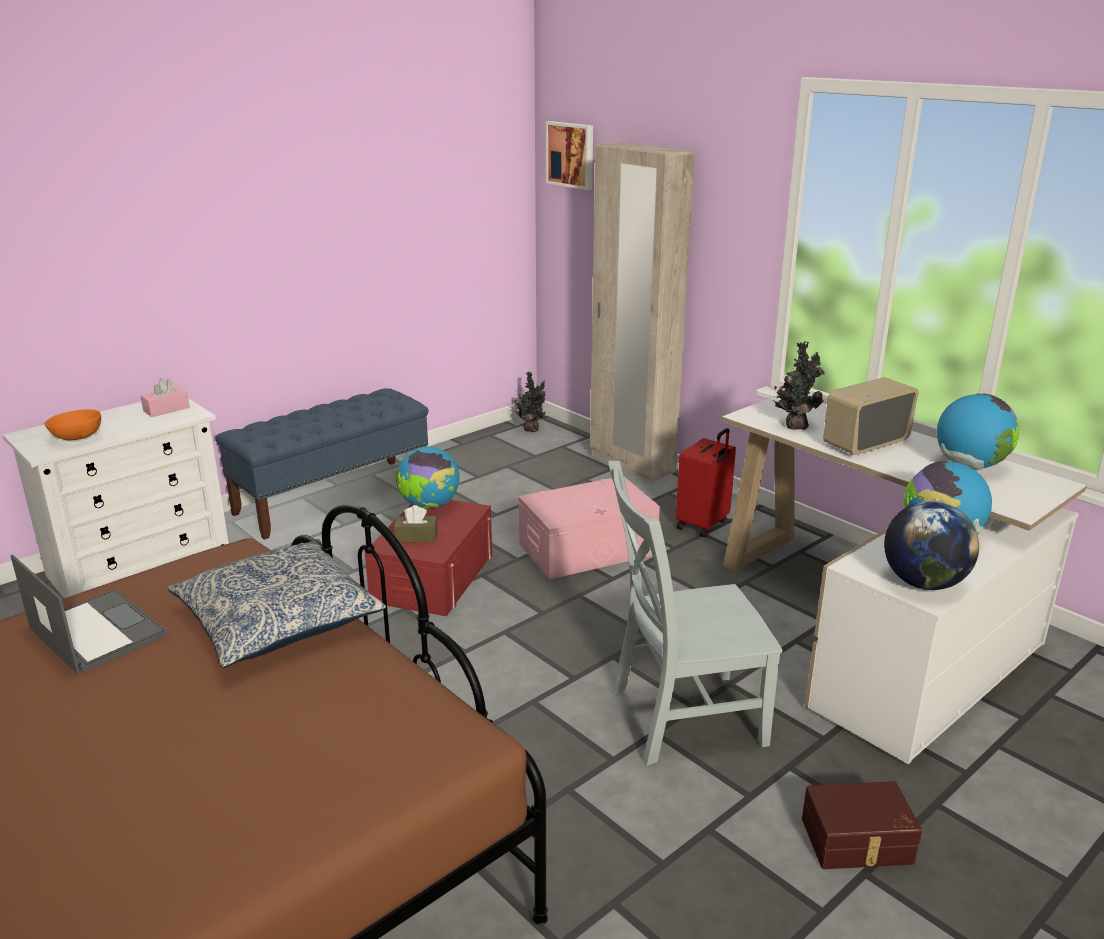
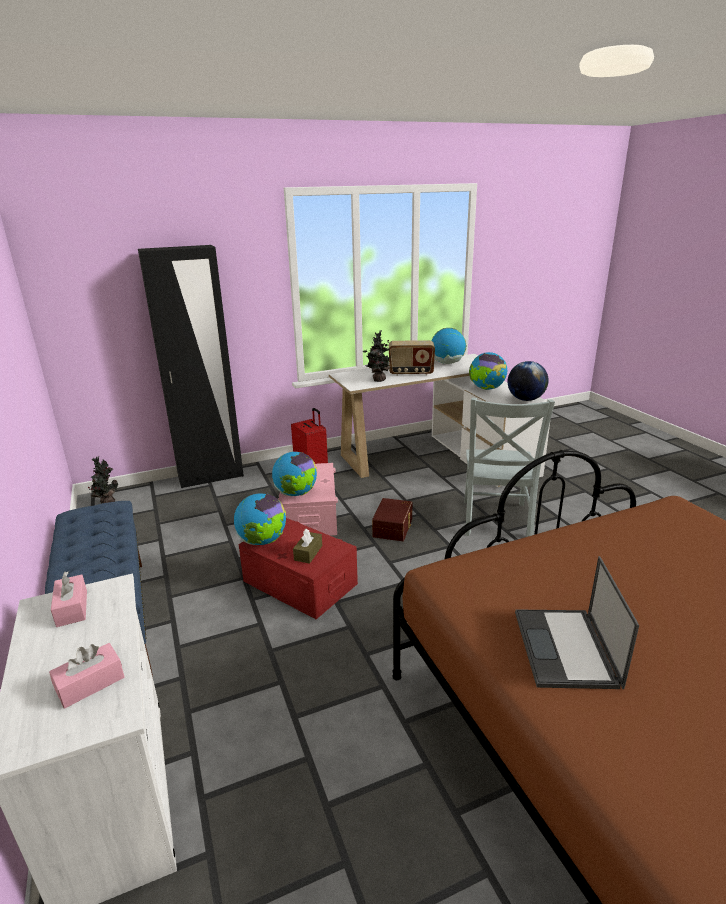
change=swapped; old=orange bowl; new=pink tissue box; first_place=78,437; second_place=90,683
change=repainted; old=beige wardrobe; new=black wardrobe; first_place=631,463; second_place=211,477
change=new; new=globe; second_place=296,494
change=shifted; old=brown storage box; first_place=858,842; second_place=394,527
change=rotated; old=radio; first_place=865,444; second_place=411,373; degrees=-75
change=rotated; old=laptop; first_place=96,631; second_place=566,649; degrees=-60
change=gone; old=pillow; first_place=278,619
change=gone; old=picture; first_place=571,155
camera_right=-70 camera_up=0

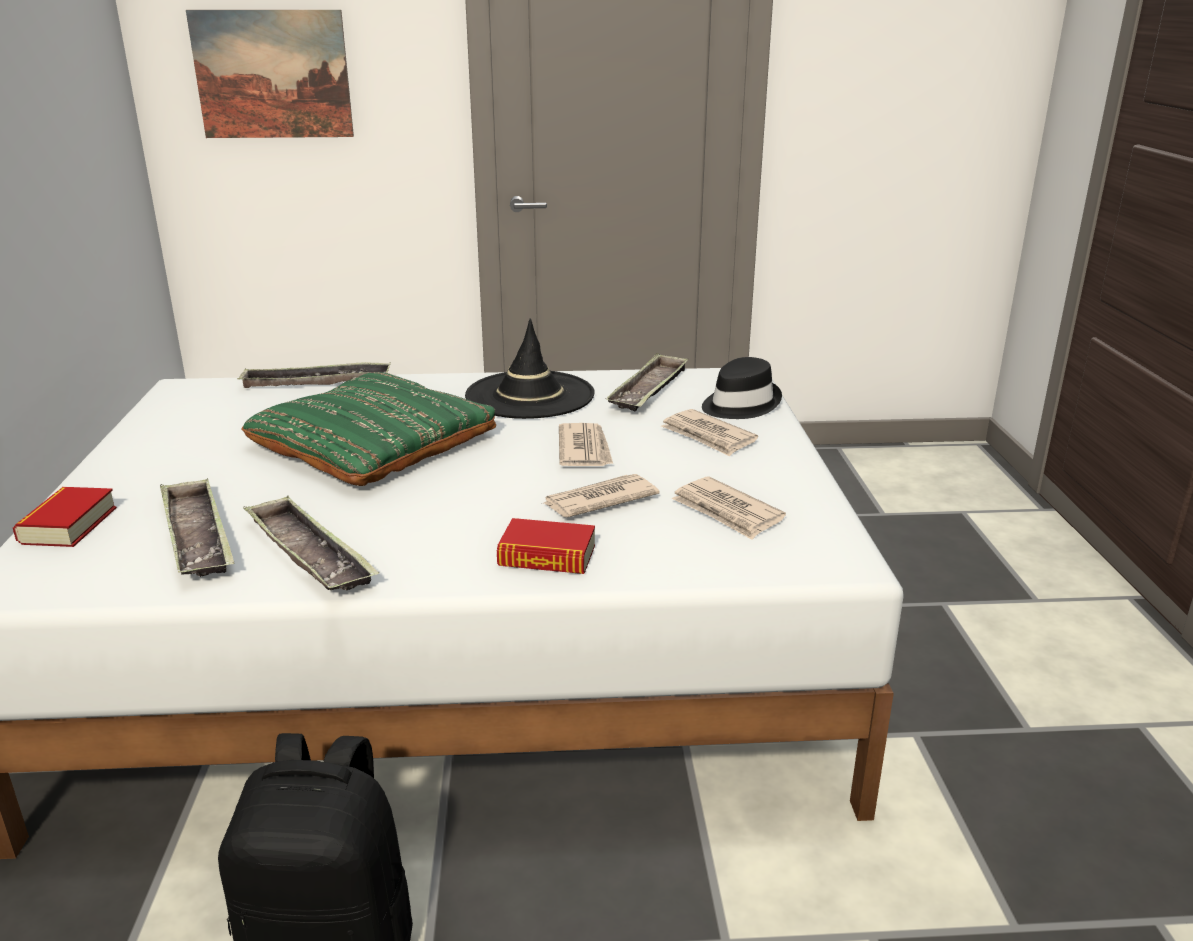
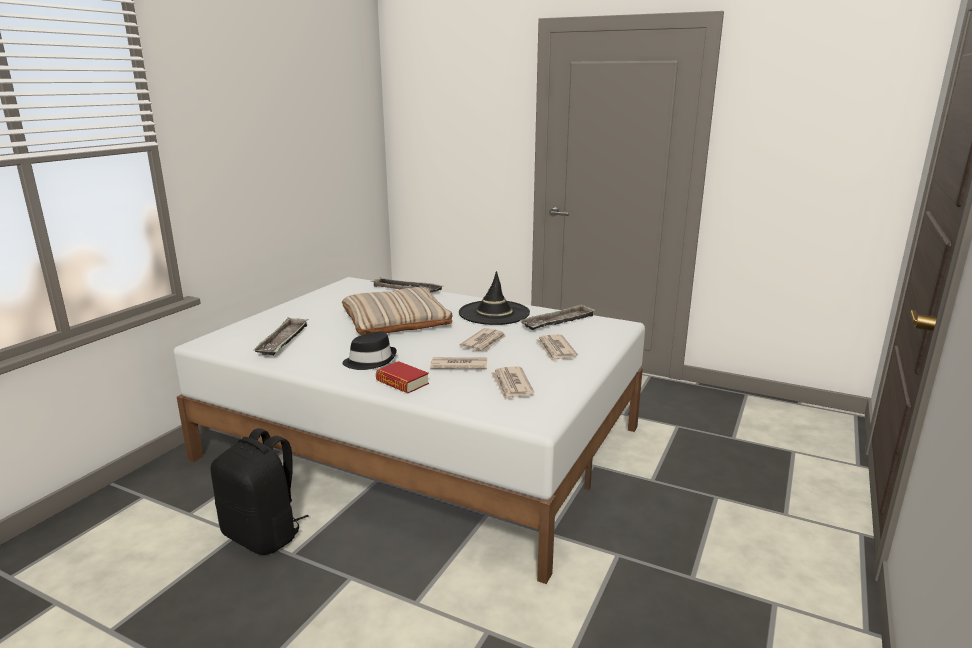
change=repainted; old=green pillow; new=beige pillow; first_place=373,442; second_place=396,319
change=shifted; old=black hat; first_place=739,404; second_place=370,360
change=gone; old=book; first_place=68,525
change=gone; old=picture; first_place=272,75
change=gone; old=tray; first_place=309,554
camera_right=30 camera_up=-5

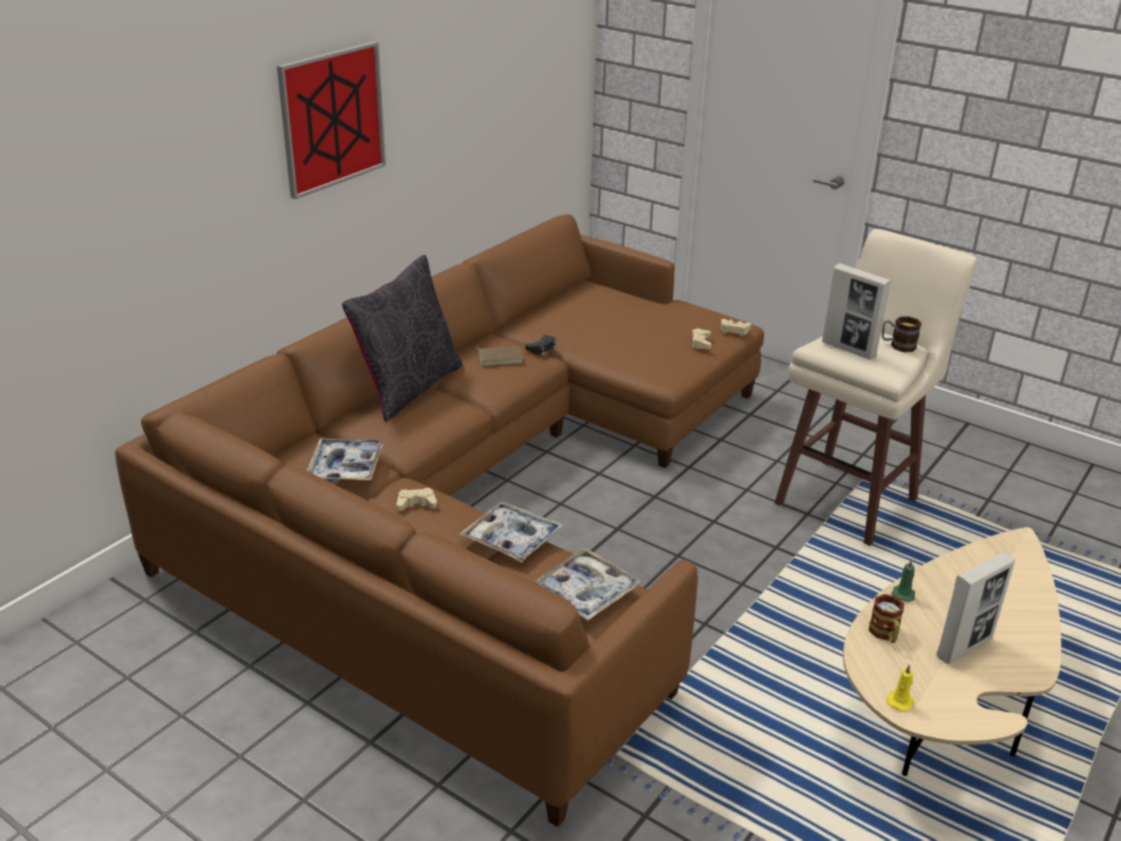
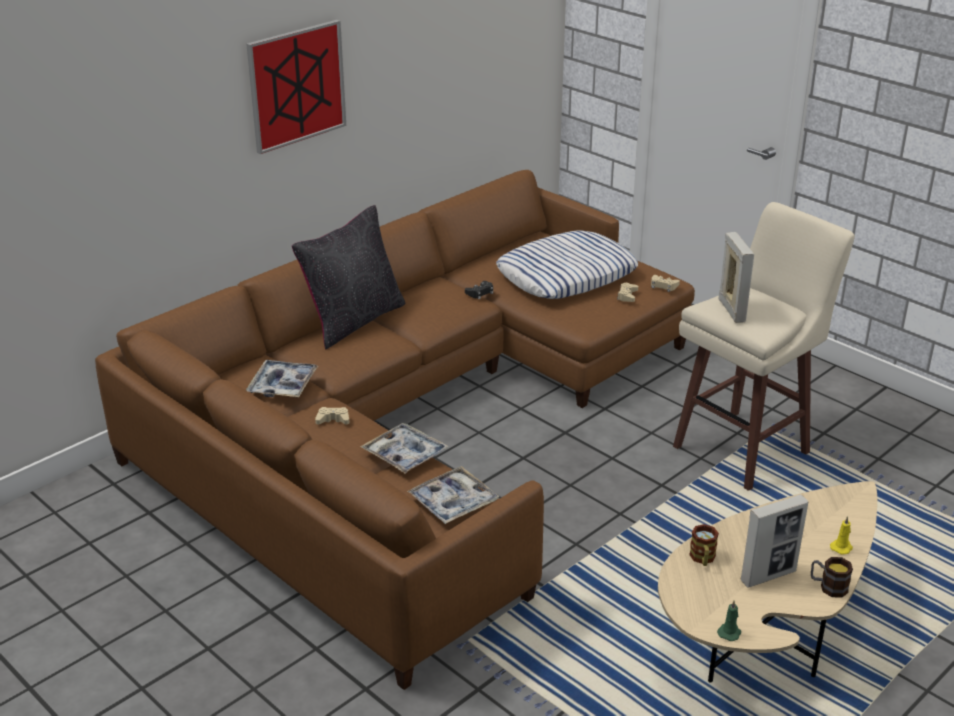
change=new; new=pillow; second_place=566,274
change=shifted; old=green candle; first_place=903,594; second_place=729,632
change=rotated; old=picture frame; first_place=848,349; second_place=731,310; degrees=-150
change=shifted; old=mug; first_place=897,345; second_place=828,586
change=shifted; old=yellow candle; first_place=900,701; second_place=841,547
change=gone; old=brown book; first_place=500,357
camera_right=10 camera_up=0

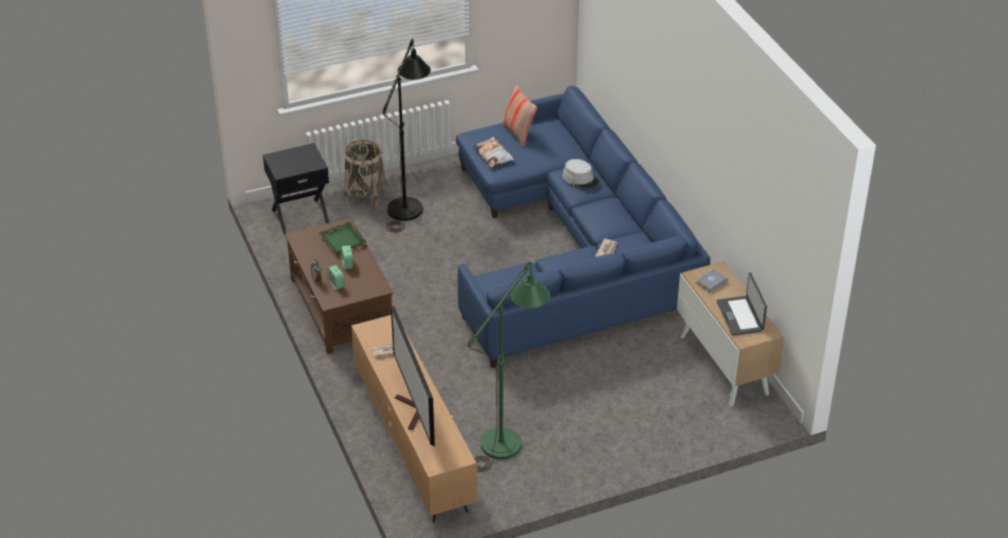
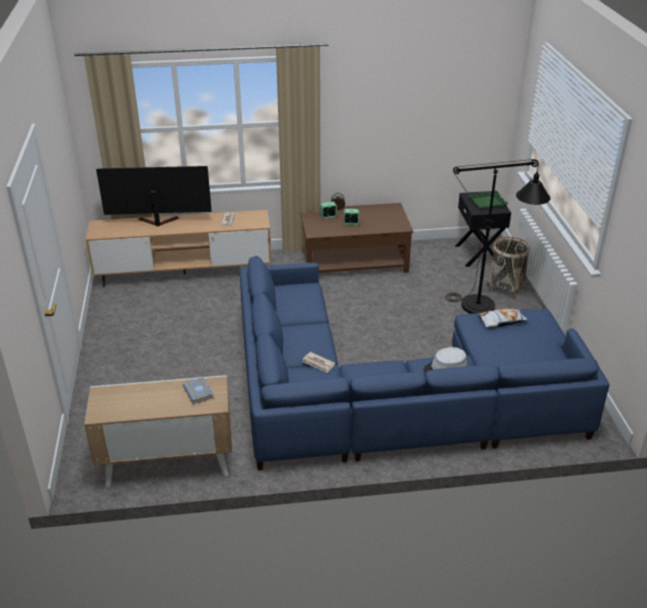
change=shifted; old=green tray; first_place=342,241; second_place=487,202
change=gone; old=green floor lamp; first_place=508,437
change=gone; old=pillow; first_place=518,133
change=gone; old=laptop; first_place=740,316
camera_right=105 camera_up=-5

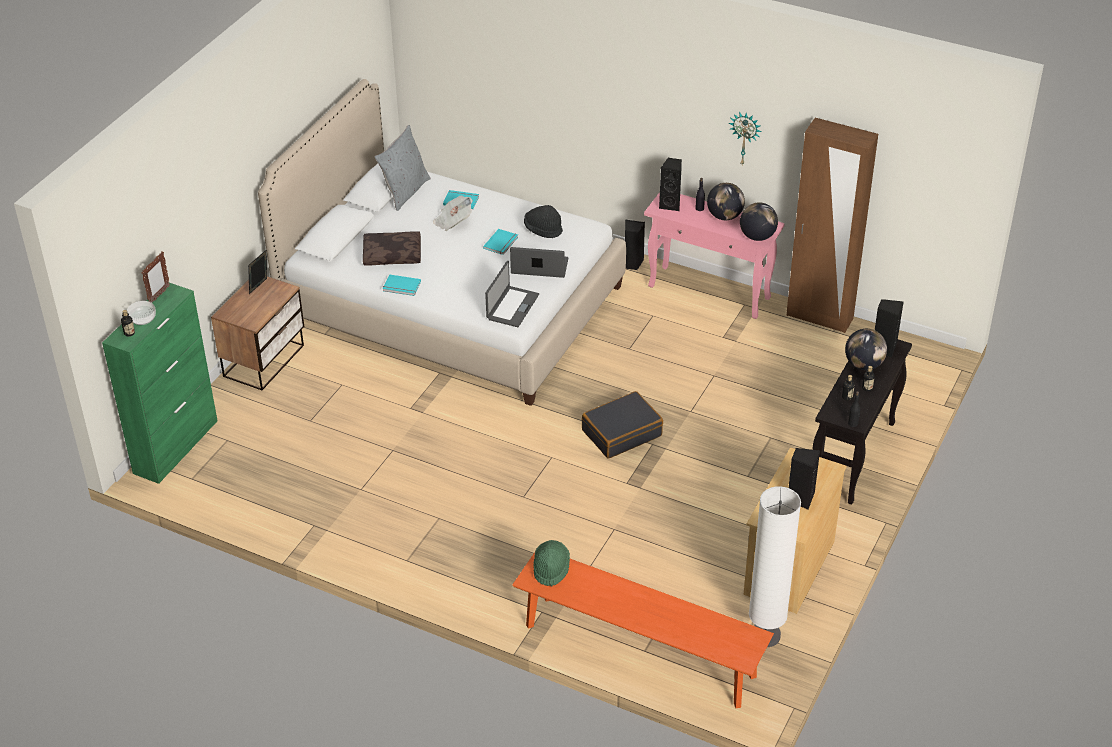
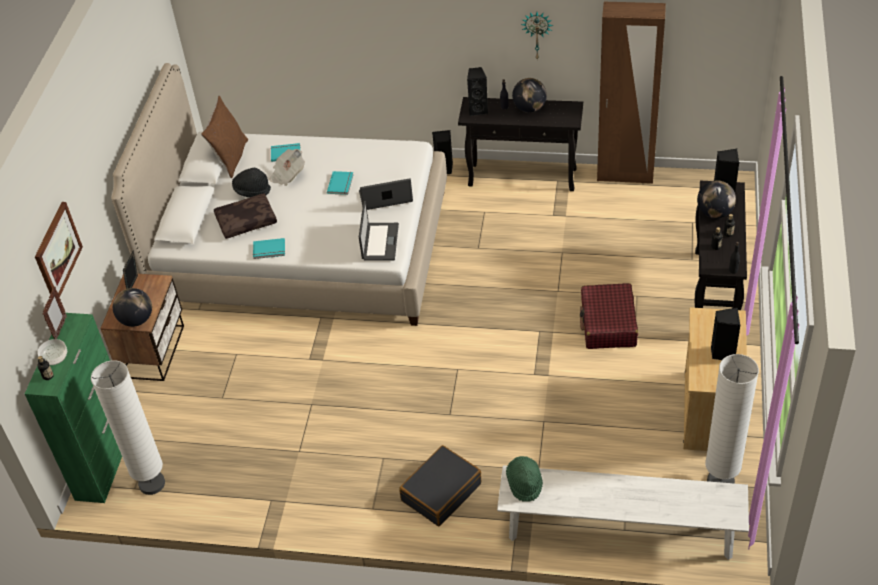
change=new; new=picture; second_place=57,251
change=new; new=white floor lamp; second_place=152,484
change=shifted; old=globe; first_place=757,237; second_place=136,320
change=repainted; old=grey pillow; new=brown pillow; first_place=405,192; second_place=230,158
change=shifted; old=black hat; first_place=543,230; second_place=252,191
change=shifted; old=black suitcase; first_place=621,433; second_place=441,492
change=repainted; old=pink console table; new=black console table; first_place=710,292; second_place=523,177
change=repainted; old=orange bench; new=white bench; first_place=639,651; second_place=620,531
change=new; new=red suitcase; second_place=608,324
camera_right=-15 camera_up=5

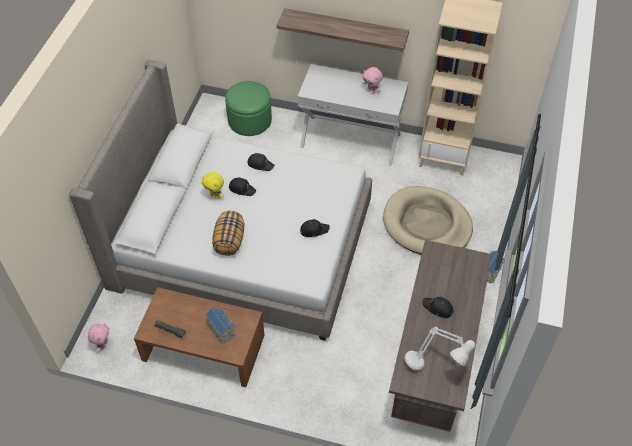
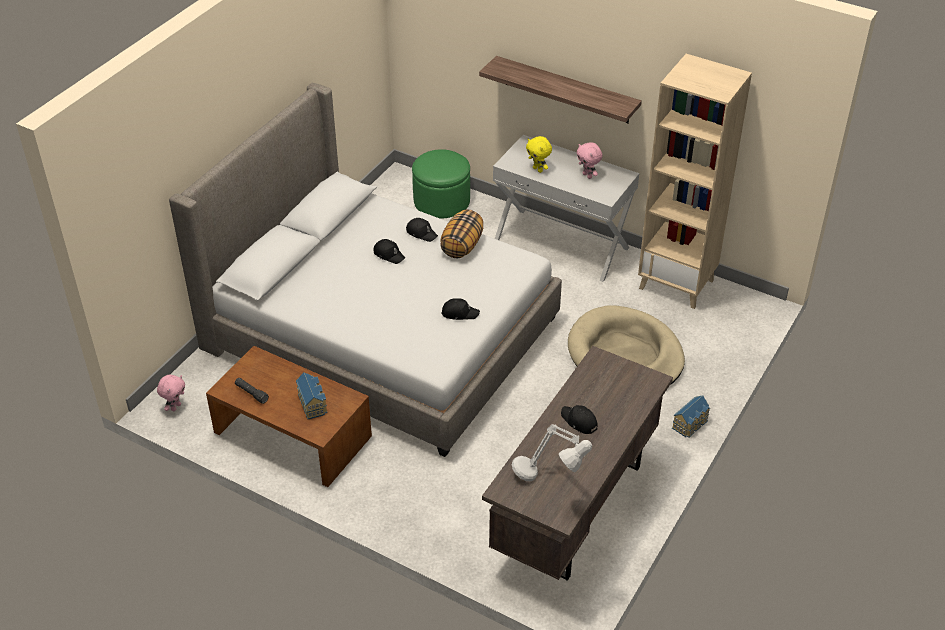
change=shifted; old=pillow; first_place=229,241; second_place=461,246
change=shifted; old=yellow plush toy; first_place=215,196; second_place=538,169
camera_right=15 camera_up=-10

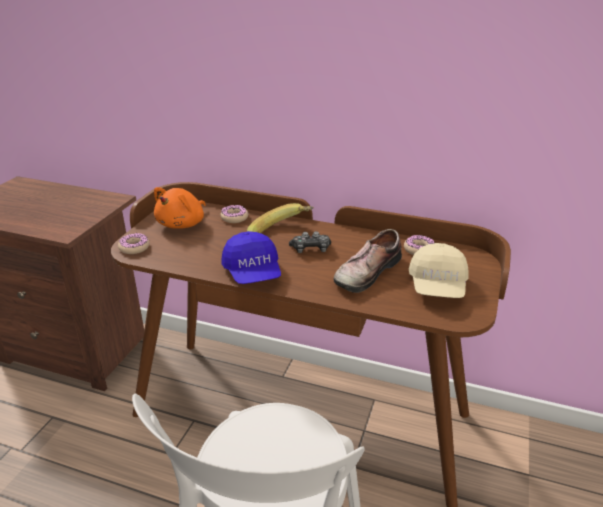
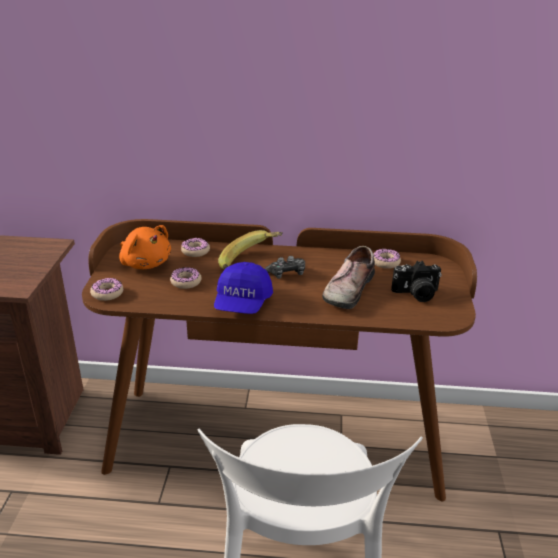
change=rotated; old=orange plush toy; first_place=183,224; second_place=145,263; degrees=-60
change=new; new=donut; second_place=186,282
change=rotated; old=blue cap; first_place=253,273; second_place=242,303; degrees=45
change=swapped; old=beige cap; new=photo camera; first_place=437,287; second_place=416,294
camera_right=-15 camera_up=0

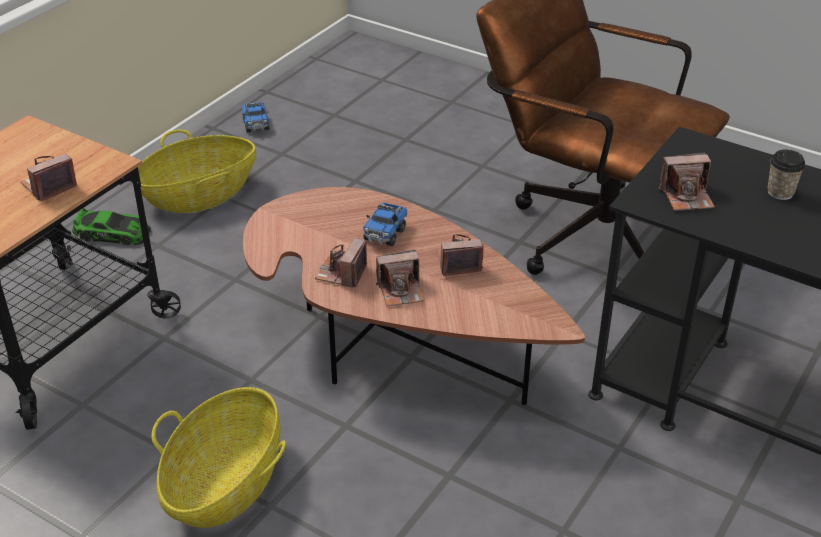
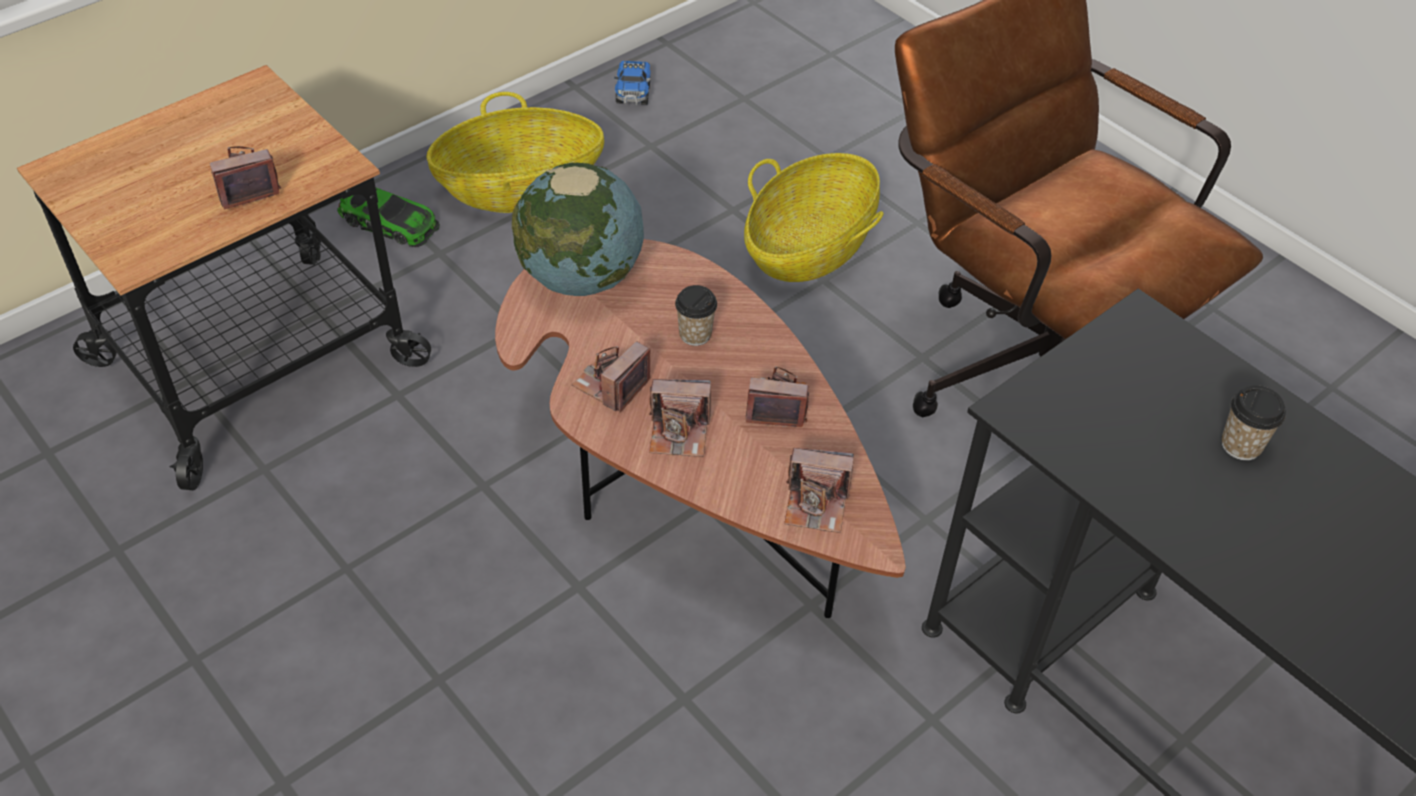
change=new; new=globe; second_place=581,278
change=swapped; old=toy truck; new=cup; first_place=385,234; second_place=695,334
change=shifted; old=basket; first_place=225,483; second_place=809,247
change=shifted; old=photo camera; first_place=686,197; second_place=816,504
camera_right=15 camera_up=10

